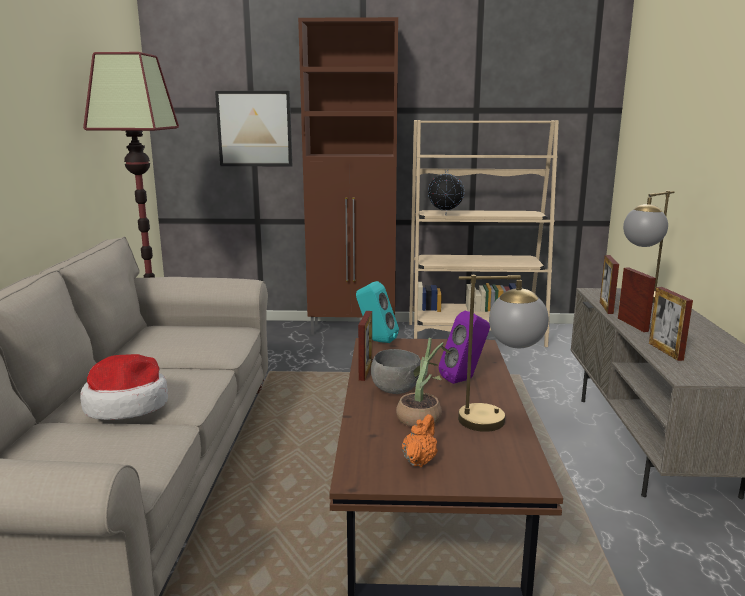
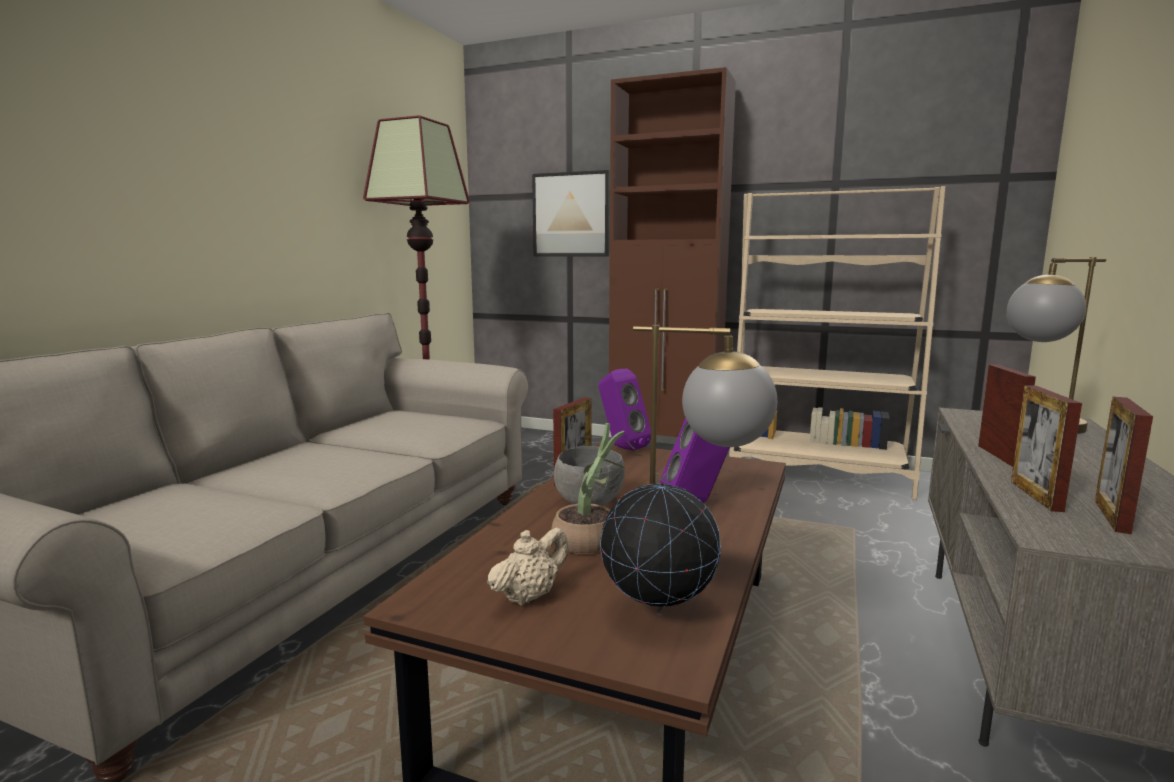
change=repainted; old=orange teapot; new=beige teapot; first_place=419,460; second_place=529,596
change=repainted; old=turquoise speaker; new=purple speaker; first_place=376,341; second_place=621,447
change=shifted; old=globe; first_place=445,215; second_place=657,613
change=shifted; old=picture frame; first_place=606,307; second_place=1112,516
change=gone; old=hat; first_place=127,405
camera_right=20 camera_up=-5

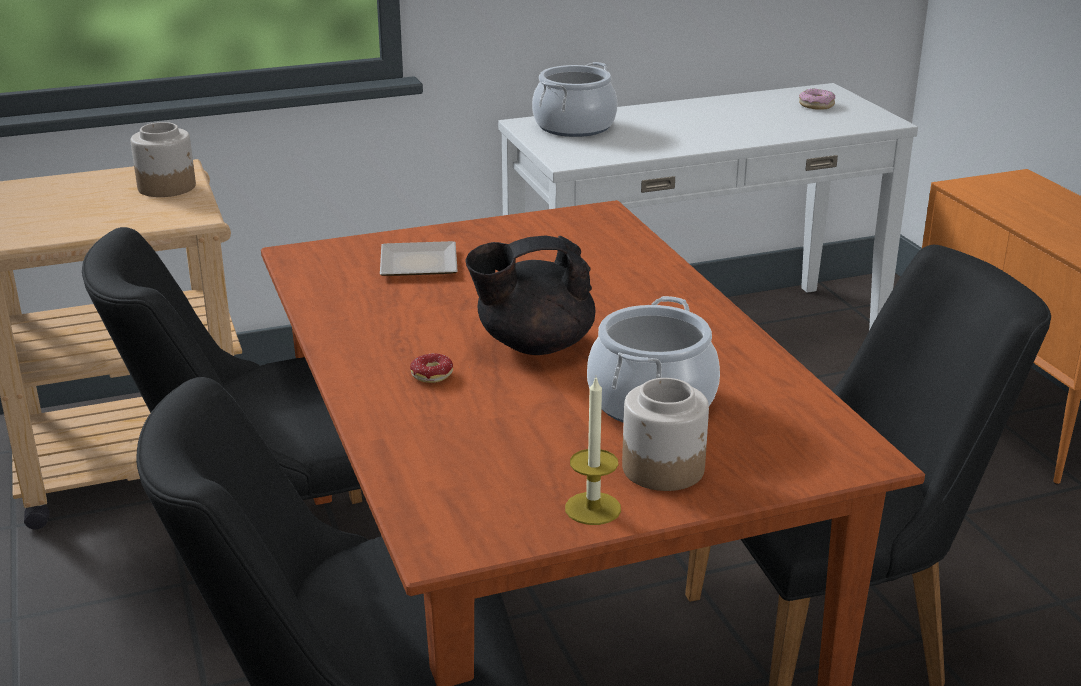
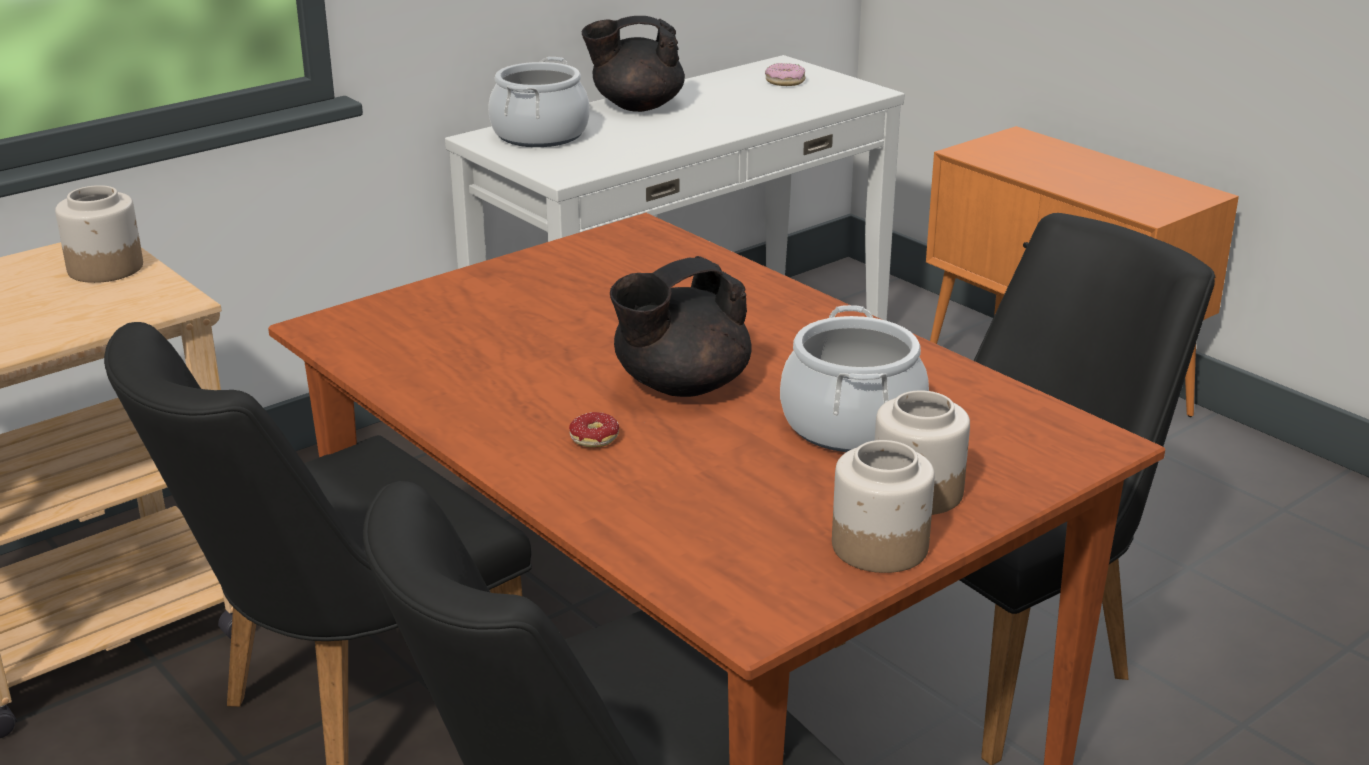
change=new; new=black teapot; second_place=636,106
change=swapped; old=candle; new=jar; first_place=593,508; second_place=878,547
change=gone; old=plate; first_place=421,263
camera_right=-20 camera_up=0

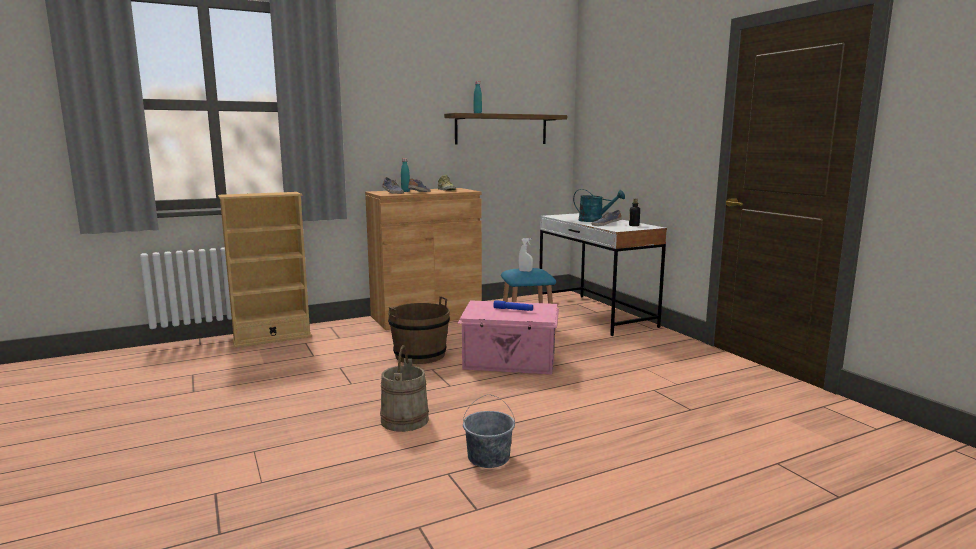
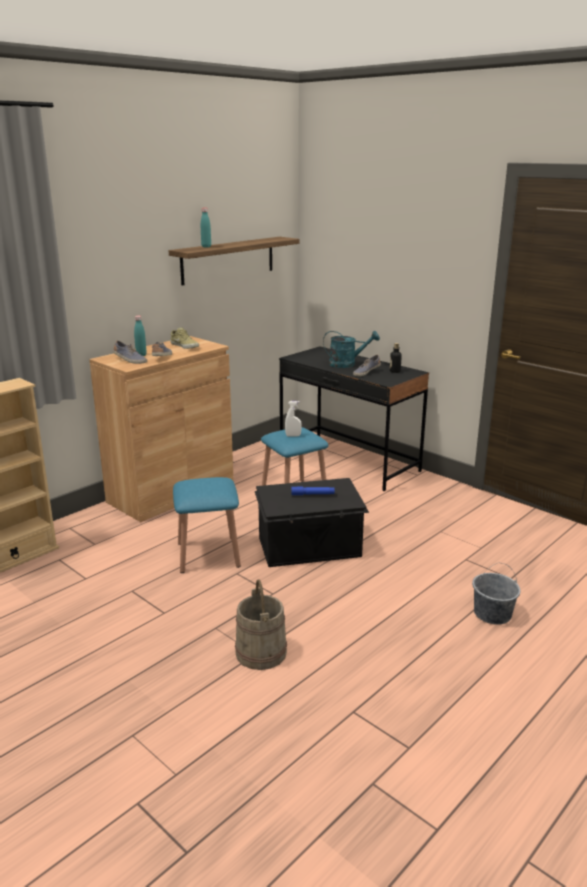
change=swapped; old=brown bucket; new=blue stool; first_place=420,355; second_place=208,554
change=repainted; old=pink storage box; new=black storage box; first_place=510,362; second_place=310,547
change=repainted; old=white desk; new=black desk; first_place=595,314; second_place=348,461
change=shifted; old=grey bucket; first_place=488,457; second_place=492,614
camera_right=-20 camera_up=10

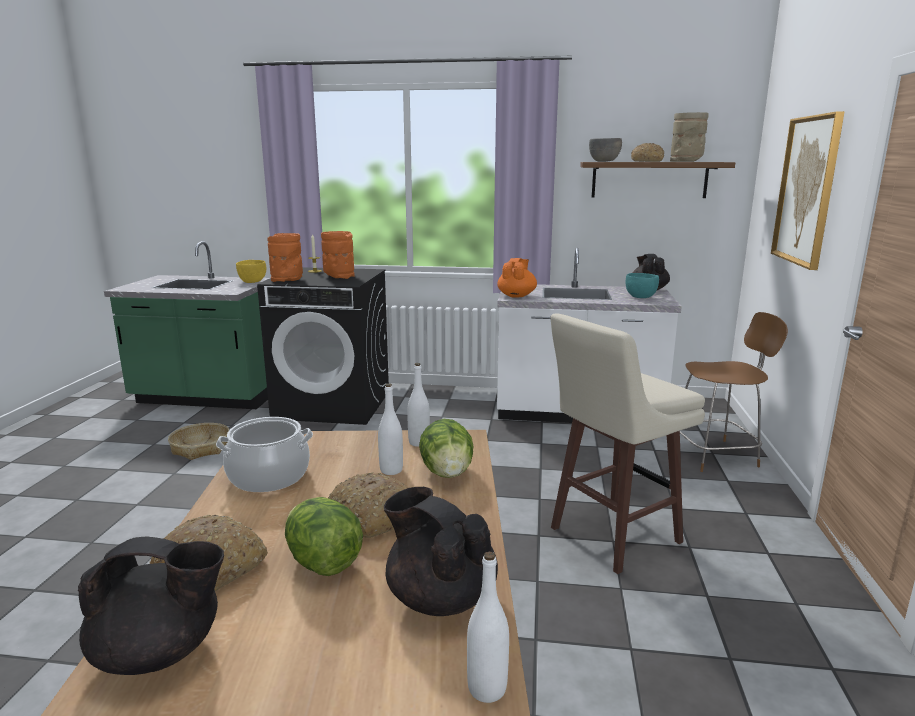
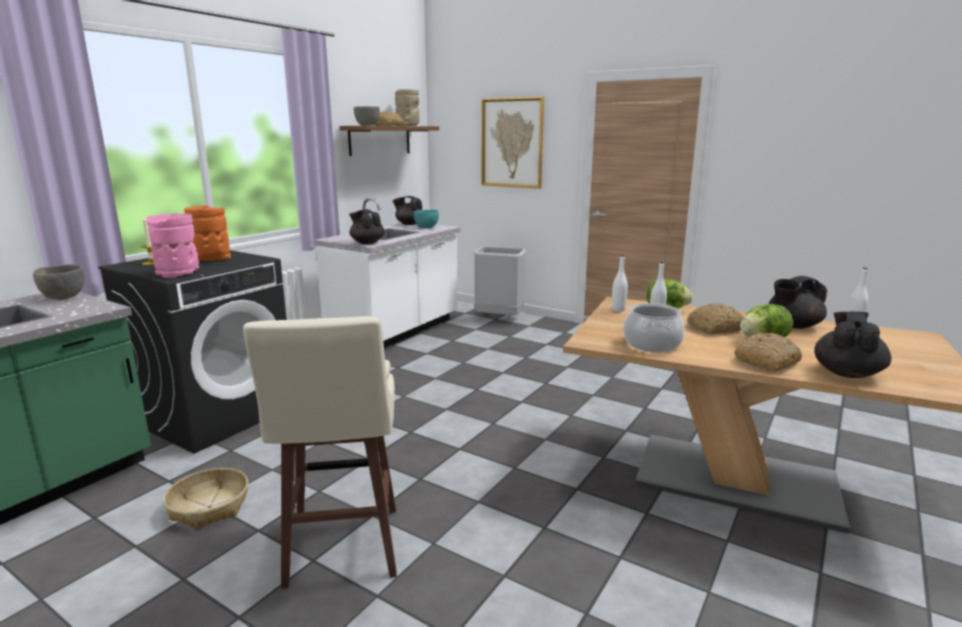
change=repainted; old=yellow bowl; new=grey bowl; first_place=253,282; second_place=63,297
change=repainted; old=orange vase; new=pink vase; first_place=287,280; second_place=179,273
change=shifted; old=beige stool; first_place=611,536; second_place=342,548
change=repainted; old=orange teapot; new=black teapot; first_place=516,296; second_place=367,243
change=swapped; old=brown chair; new=grey trash can; first_place=716,455; second_place=499,319
camera_right=-65 camera_up=0

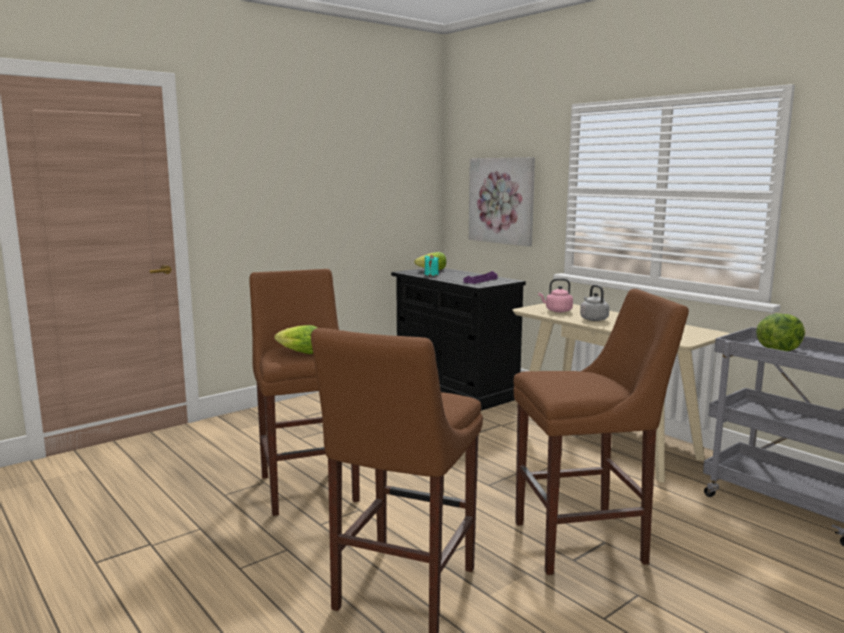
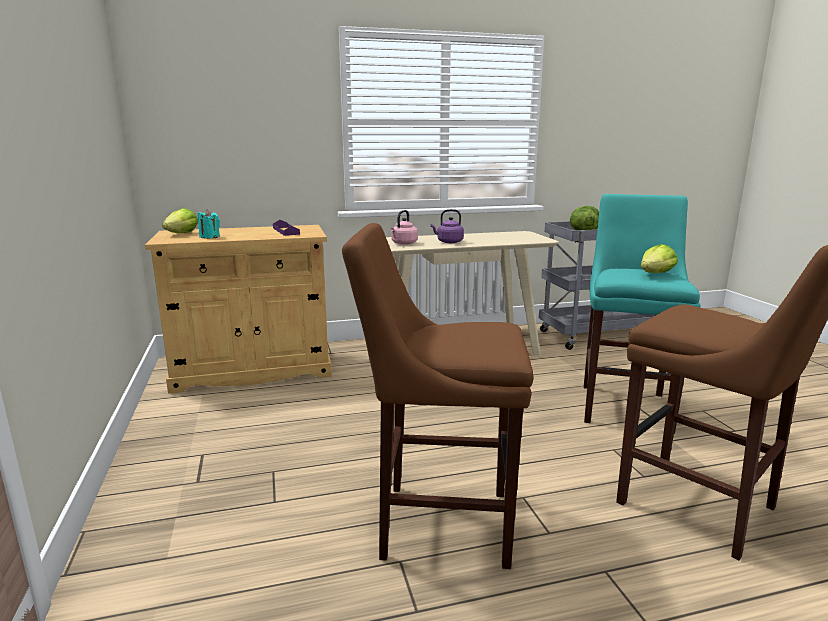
change=repainted; old=black cabinet; new=beige cabinet; first_place=455,388; second_place=253,370
change=repainted; old=grey kettle; new=purple kettle; first_place=593,319; second_place=448,242
change=repainted; old=brown stool; new=turquoise stool; first_place=586,542; second_place=625,405
change=shifted; old=lettuce; first_place=300,353; second_place=655,274
change=gone; old=picture; first_place=502,200
camera_right=-65 camera_up=5

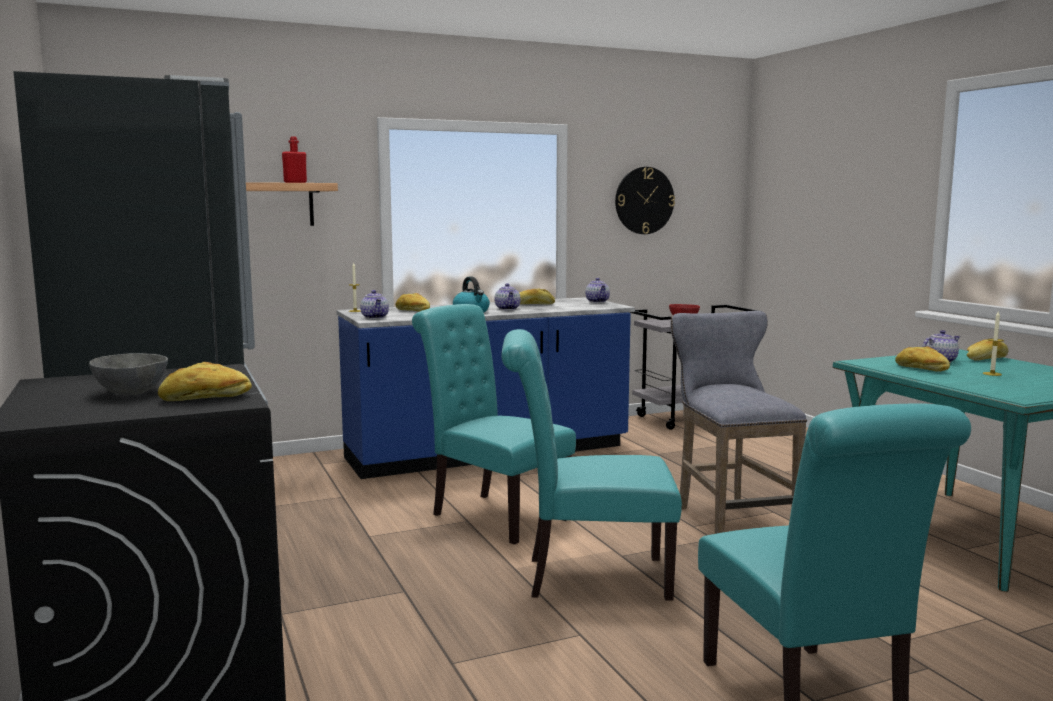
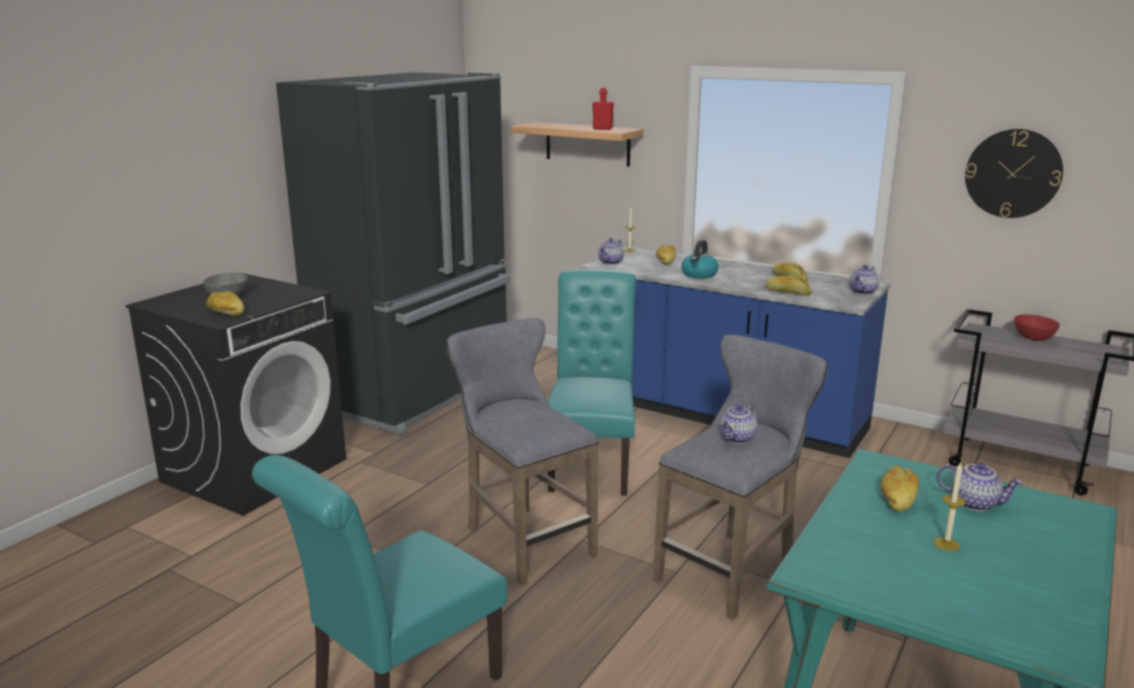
change=swapped; old=turquoise chair; new=grey stool; first_place=587,577; second_place=523,539
change=shifted; old=teapot; first_place=508,309; second_place=737,439
change=shifted; old=bread; first_place=986,359; second_place=787,293
camera_right=55 camera_up=10

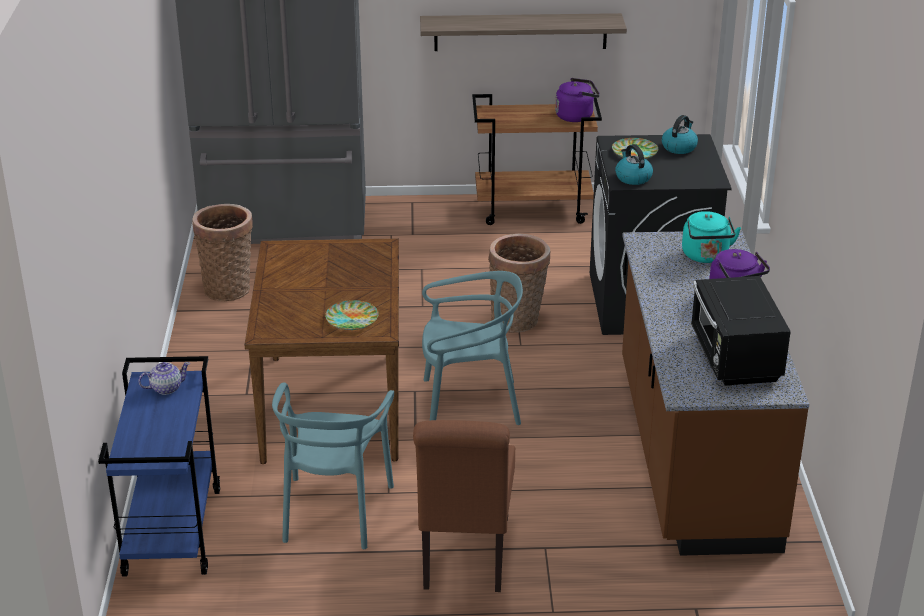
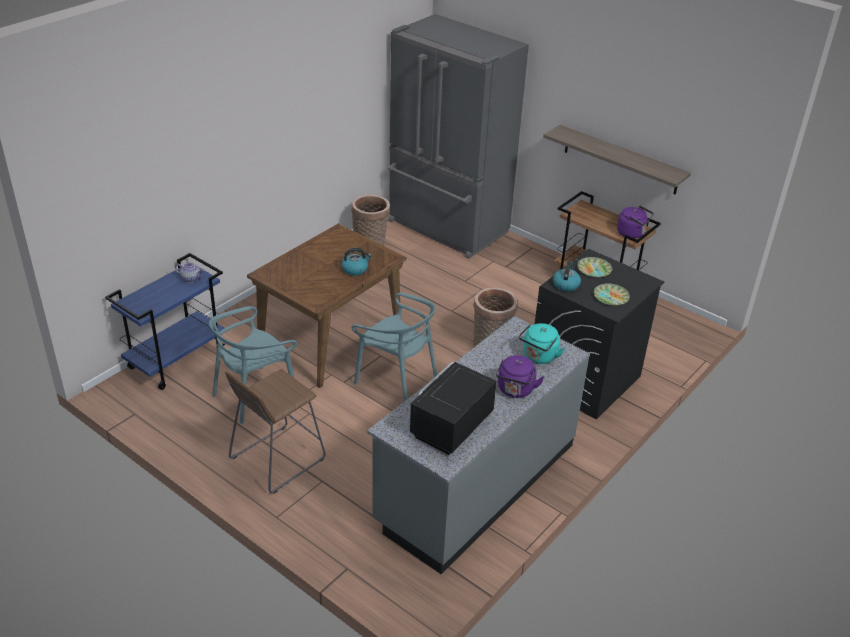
change=swapped; old=brown chair; new=brown stool; first_place=464,558; second_place=277,459
change=shifted; old=kettle; first_place=679,147; second_place=355,269
change=repainted; old=brown counter; new=grey counter; first_place=693,453; second_place=475,483
change=shifted; old=plate; first_place=352,319; second_place=610,297
camera_right=40 camera_up=5

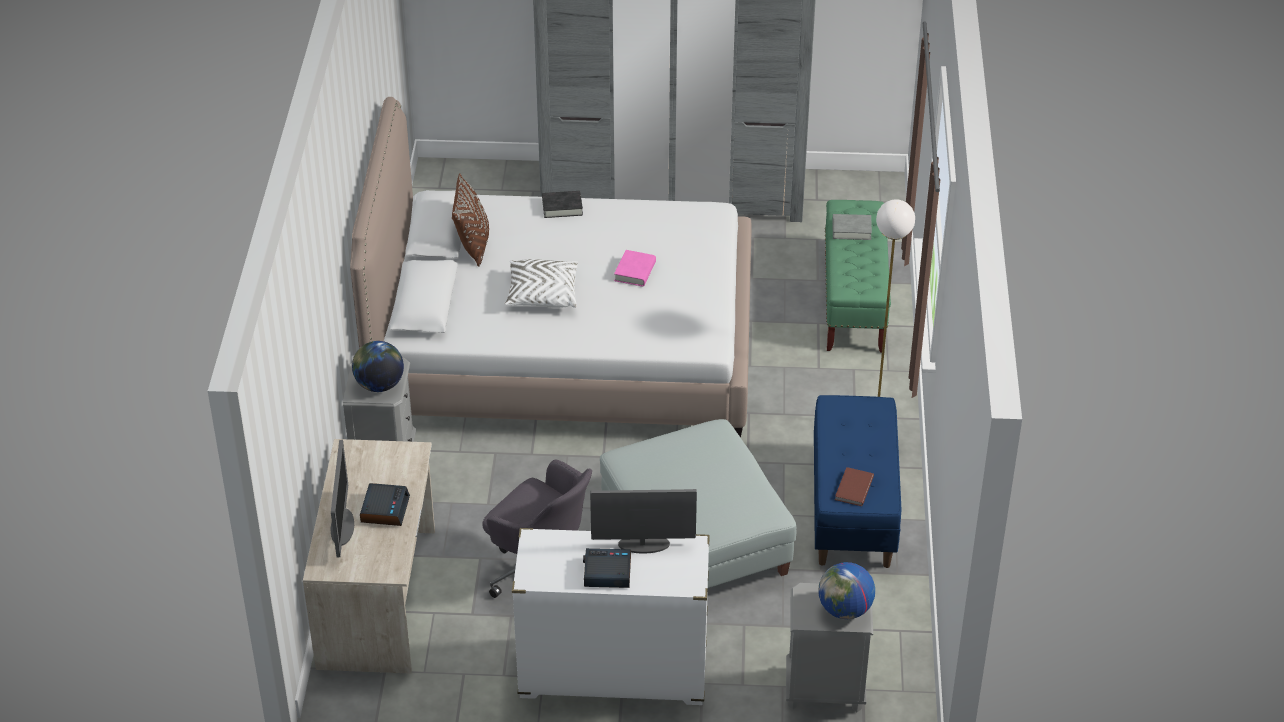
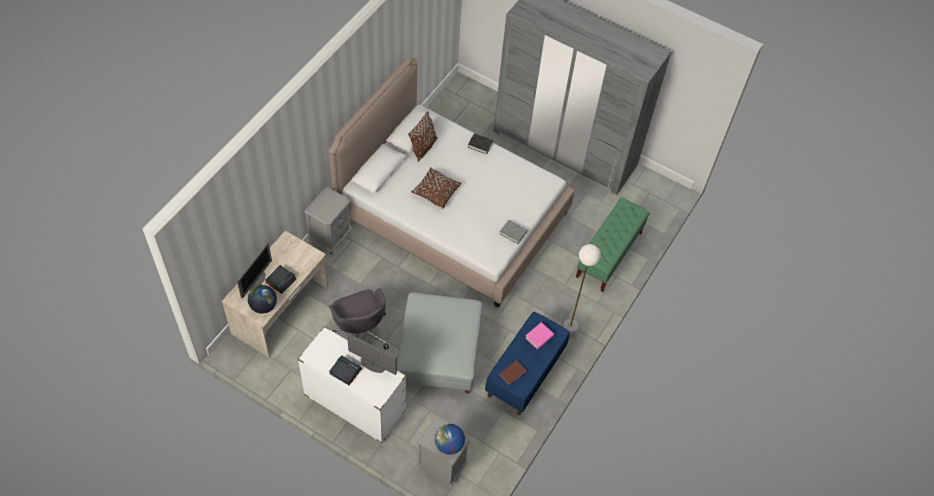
change=shifted; old=globe; first_place=379,385; second_place=263,306
change=repainted; old=white pillow; new=brown pillow; first_place=542,294; second_place=436,192
change=shifted; old=grey book; first_place=851,230; second_place=513,233
change=shifted; old=pink book; first_place=635,271; second_place=539,337
camera_right=25 camera_up=15

